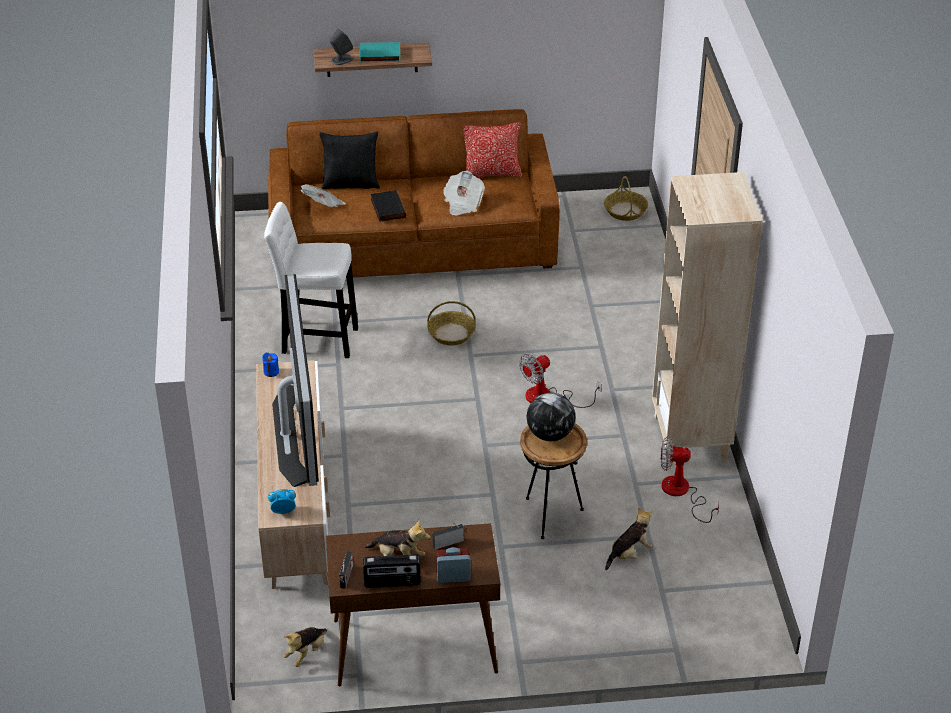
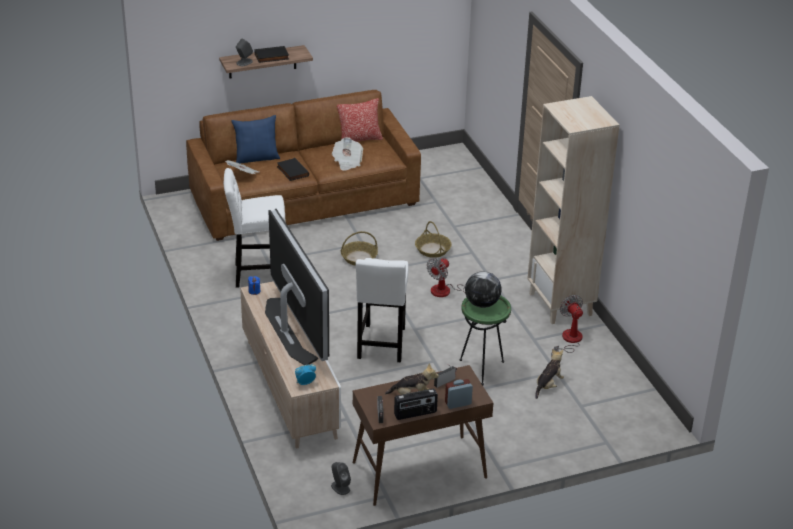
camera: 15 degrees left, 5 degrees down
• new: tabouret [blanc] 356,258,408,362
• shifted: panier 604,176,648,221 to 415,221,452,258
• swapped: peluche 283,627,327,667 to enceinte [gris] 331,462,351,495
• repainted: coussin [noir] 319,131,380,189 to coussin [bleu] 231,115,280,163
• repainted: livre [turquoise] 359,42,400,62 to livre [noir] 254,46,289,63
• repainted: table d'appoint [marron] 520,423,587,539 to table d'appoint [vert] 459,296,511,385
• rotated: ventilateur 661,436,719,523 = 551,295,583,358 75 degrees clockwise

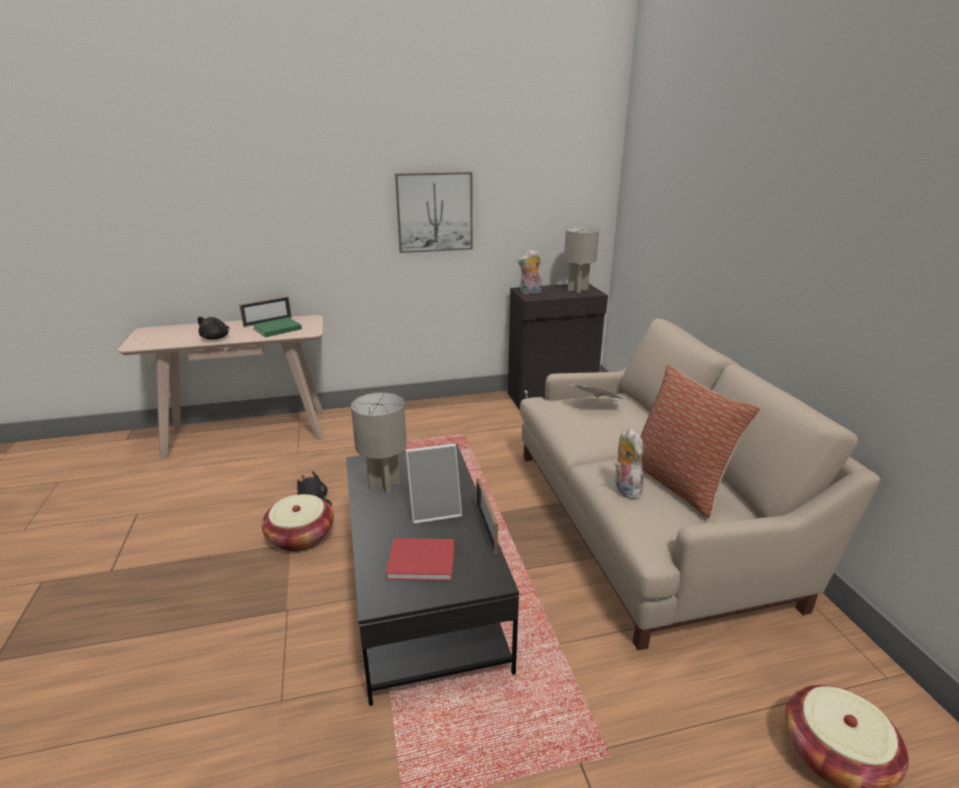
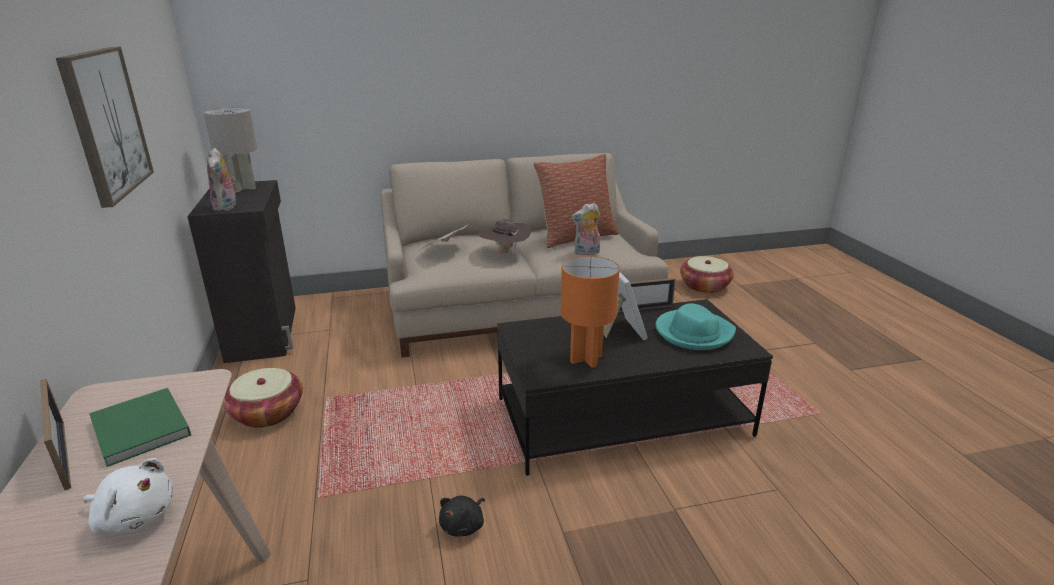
camera: 90 degrees left, 0 degrees up
• new: chapeau [marron] 477,219,532,254
• shifted: panier 261,494,334,552 to 223,368,303,428
• swapped: livre [rouge] 386,538,455,581 to chapeau [turquoise] 656,303,736,350
• repainted: peluche [noir] 198,317,230,340 to peluche [blanc] 83,458,173,535
• repainted: lampe de table [gris] 351,392,407,495 to lampe de table [orange] 560,256,620,368

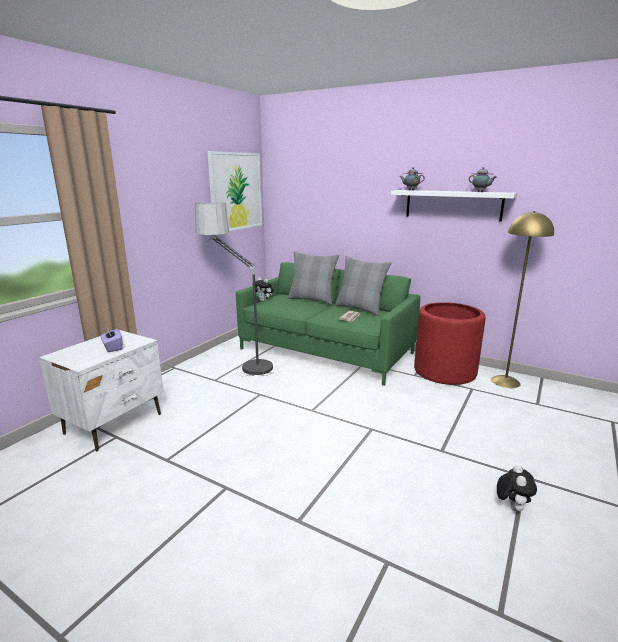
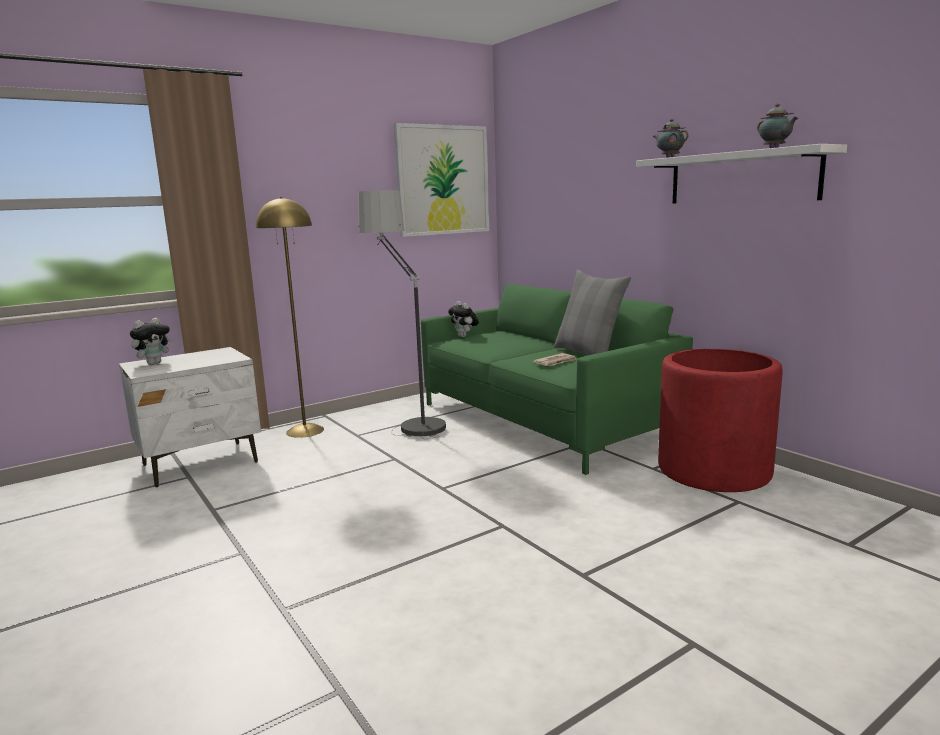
camera: 25 degrees right, 5 degrees down
• gone: boîte à mouchoirs [violet] 101,327,123,352
• gone: coussin [gris] 287,251,339,305
• shifted: lampadaire [jaune] 491,211,554,388 to 256,197,324,438
• shifted: peluche 497,465,537,511 to 130,318,174,365

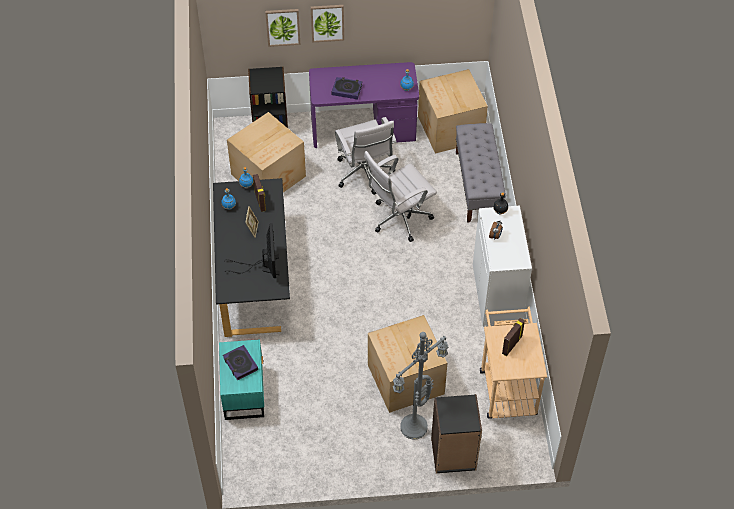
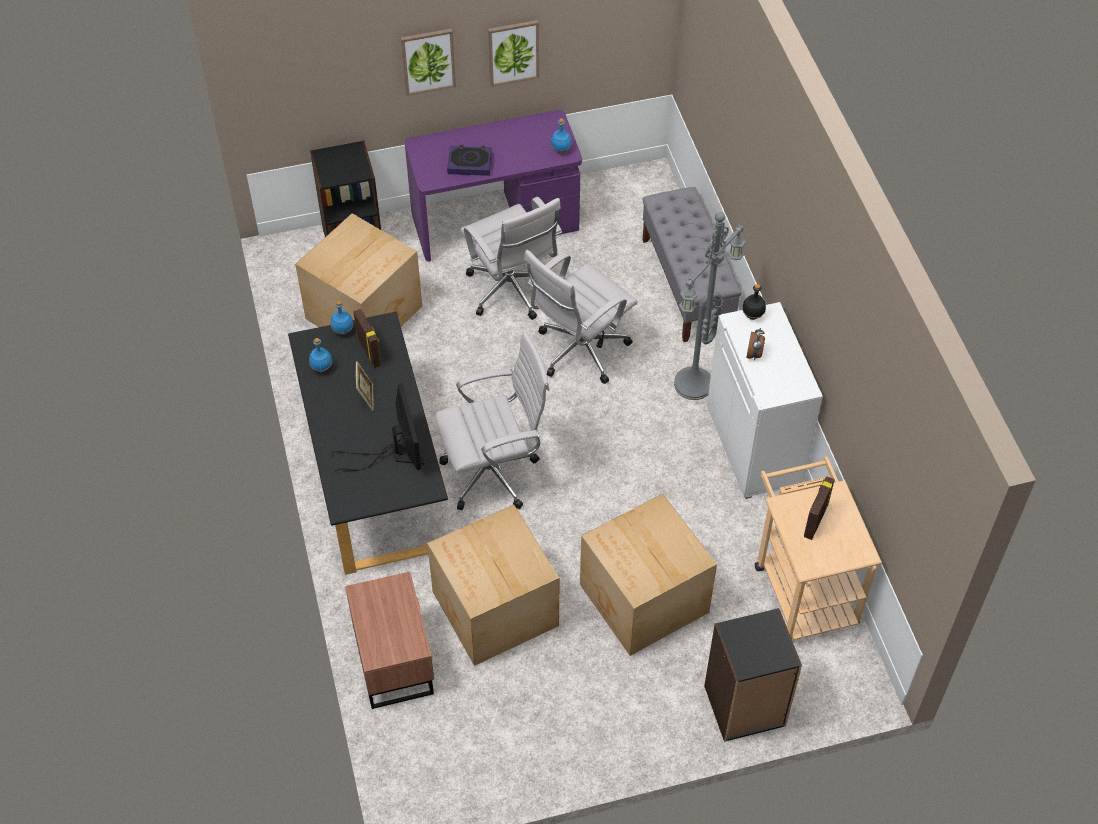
camera: 10 degrees left, 0 degrees up
• gone: livre 223,345,258,381
• new: chaise de bureau [blanc] 435,332,550,510
• shifted: tableau 265,9,300,47 to 488,20,539,87
• shifted: lampadaire [gris] 393,332,449,440 to 674,212,746,400
• shifted: carton 418,69,488,154 to 427,505,560,666
• repainted: table de chevet [turquoise] 219,340,264,420 to table de chevet [marron] 345,572,434,709

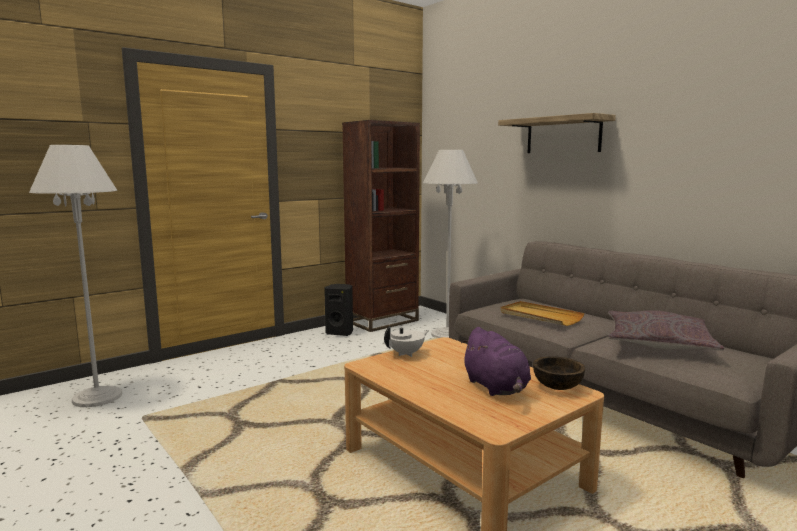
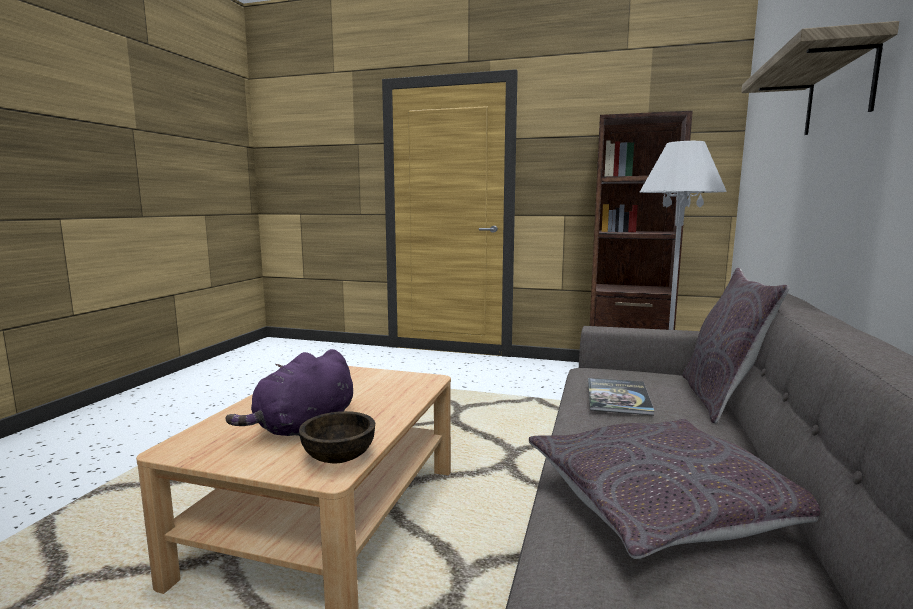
camera: 55 degrees right, 0 degrees up
• gone: lampadaire [blanc] 29,145,123,407
• gone: enceinte [noir] 324,284,353,336
• gone: théière [blanc] 384,326,429,357
• new: coussin [gris] 682,267,790,423
• swapped: plateau [beige] 500,301,584,326 to livre 588,378,655,415

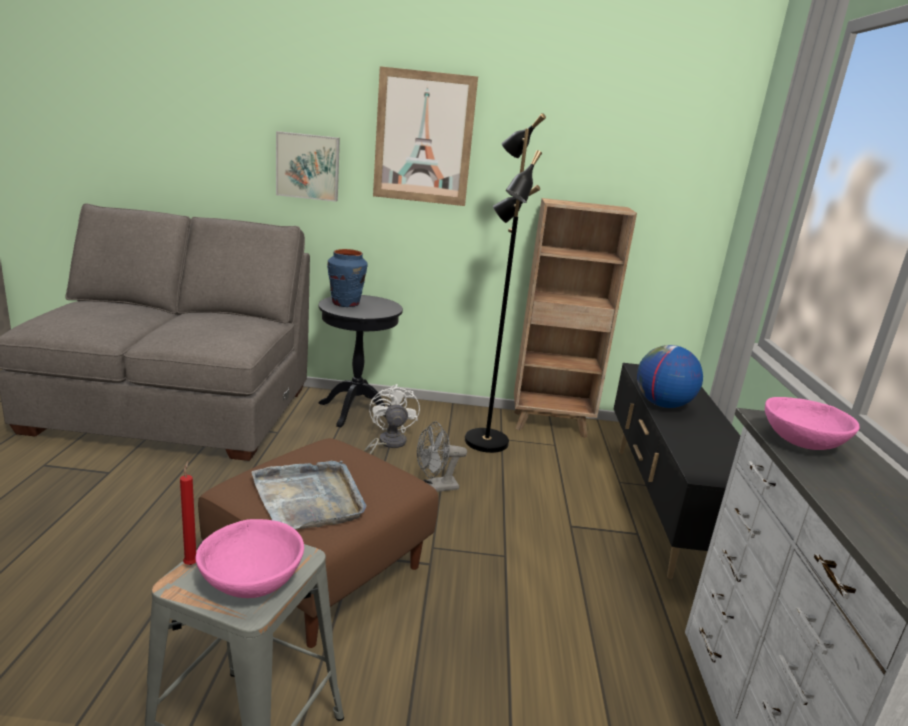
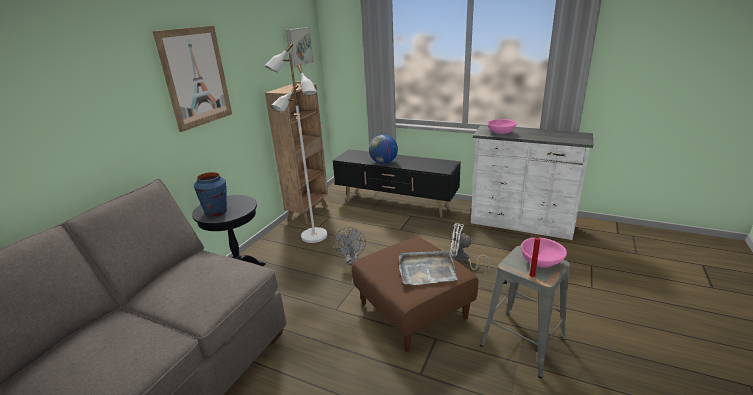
camera: 65 degrees left, 5 degrees up
• shifted: tableau 276,131,340,202 to 286,27,314,68
• shifted: ventilateur [blanc] 364,384,420,454 to 450,223,490,270
• repainted: lampadaire [noir] 465,113,546,453 to lampadaire [blanc] 264,42,327,243

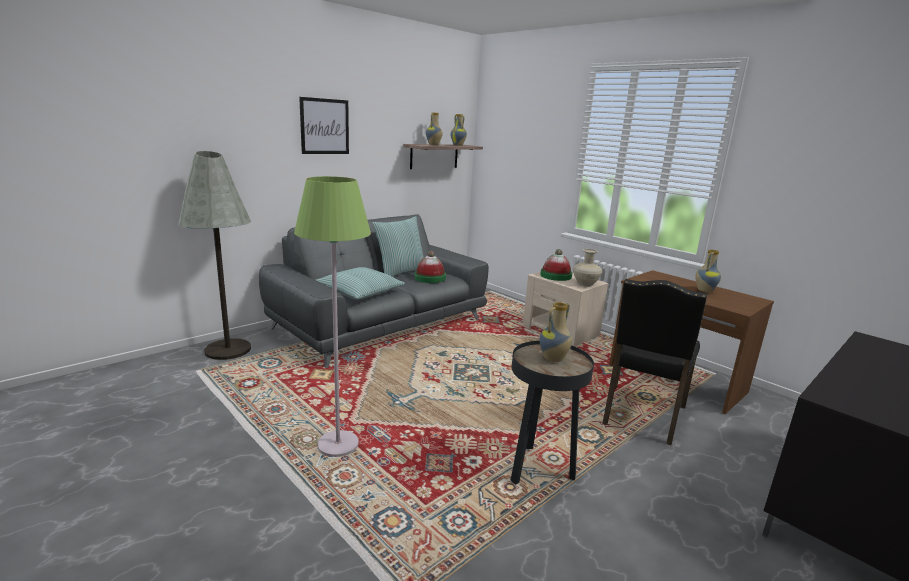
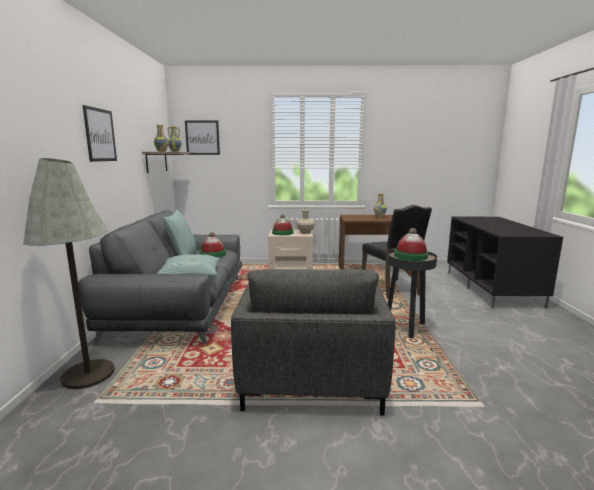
camera: 45 degrees left, 5 degrees down
• new: tableau 185,120,220,155
• swapped: lampadaire [vert] 294,176,371,457 to fauteuil [gris] 231,269,395,416
• swapped: vase 539,302,572,362 to chapeau 394,228,428,261

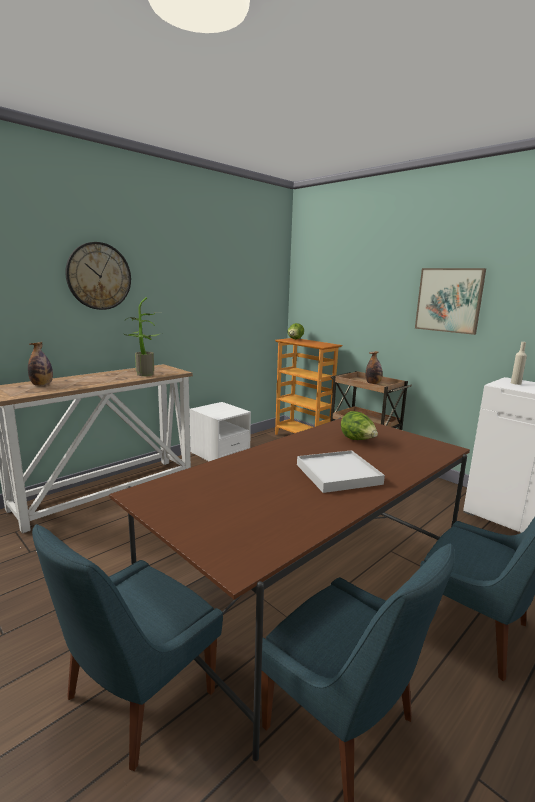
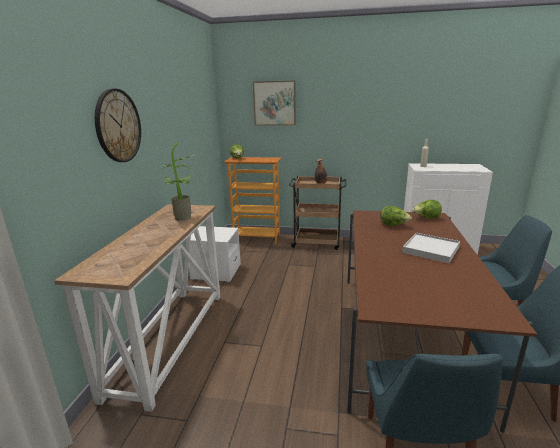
camera: 35 degrees left, 5 degrees up
• gone: bouteille 28,342,53,386
• new: laitue 412,200,442,219
• shifted: tableau 415,268,486,335 to 253,81,296,126

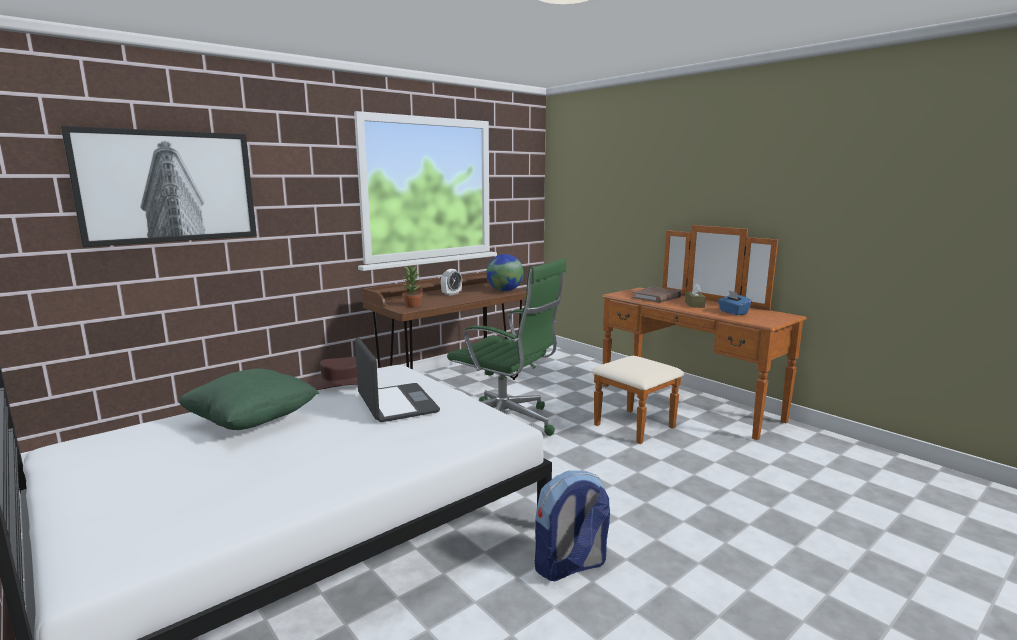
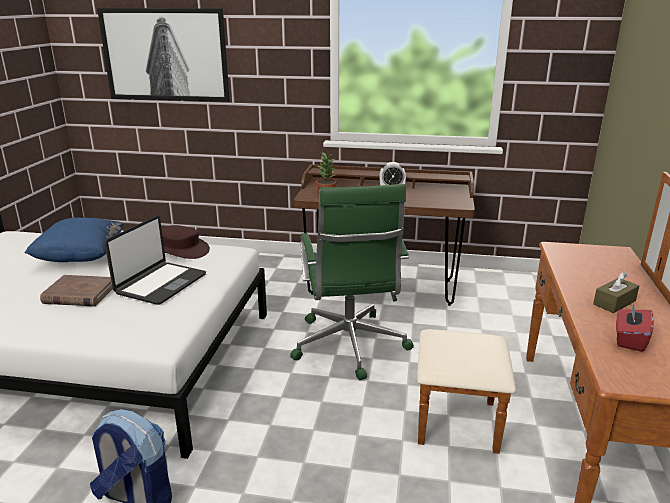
camera: 50 degrees right, 10 degrees up
• gone: globe 486,254,524,291
• shifted: livre [marron] 632,287,682,303 to 40,275,113,306
• repainted: coussin [vert] 179,368,319,430 to coussin [bleu] 25,218,125,262
• repainted: boîte à mouchoirs [bleu] 718,291,752,315 to boîte à mouchoirs [rouge] 616,302,653,352

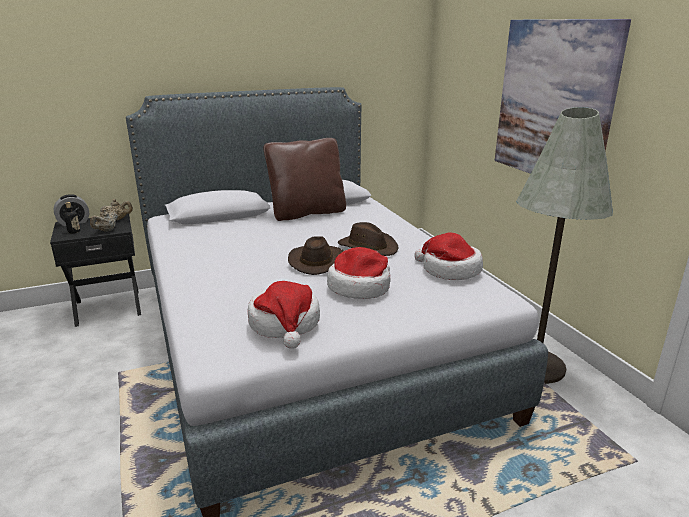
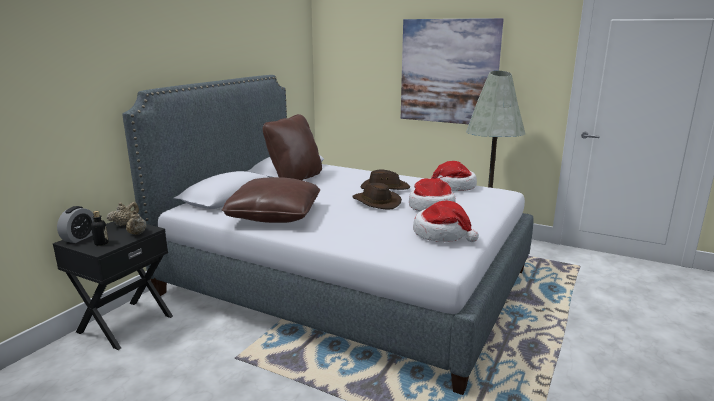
camera: 40 degrees left, 5 degrees down
• new: coussin [marron] 222,177,320,223

